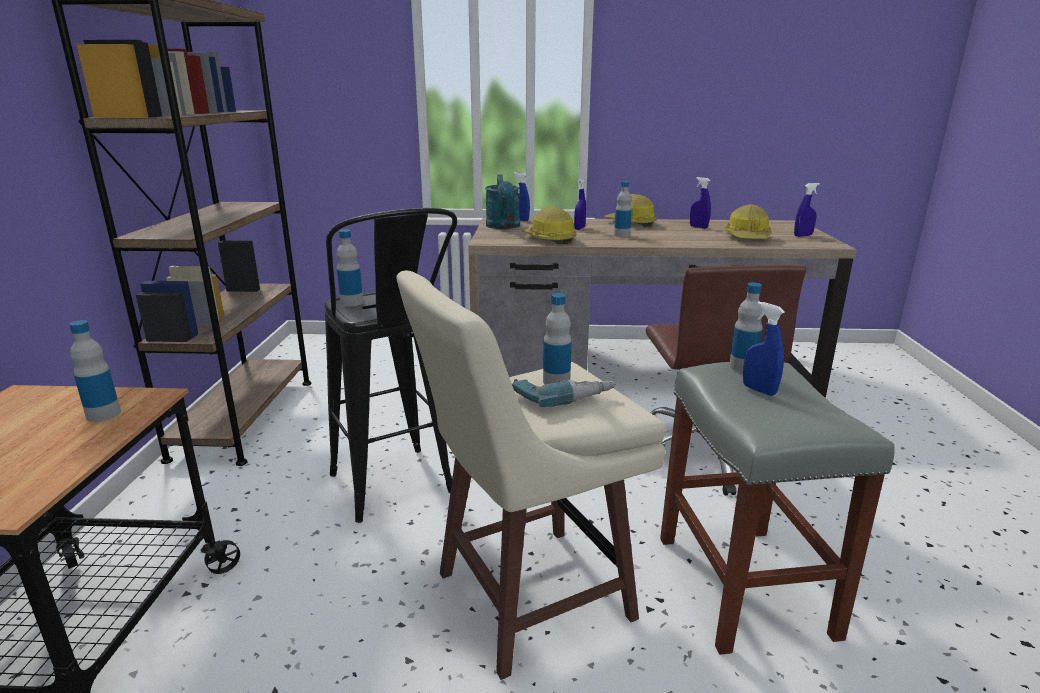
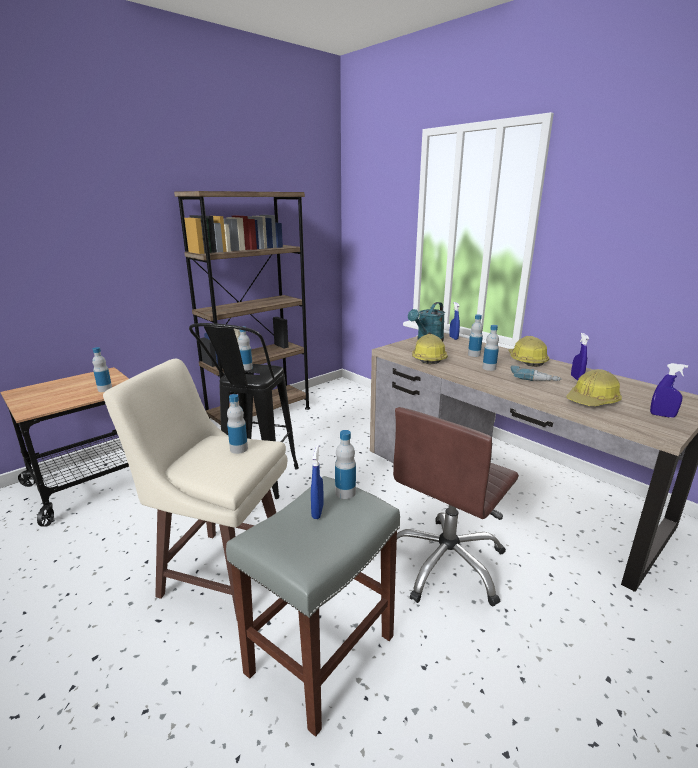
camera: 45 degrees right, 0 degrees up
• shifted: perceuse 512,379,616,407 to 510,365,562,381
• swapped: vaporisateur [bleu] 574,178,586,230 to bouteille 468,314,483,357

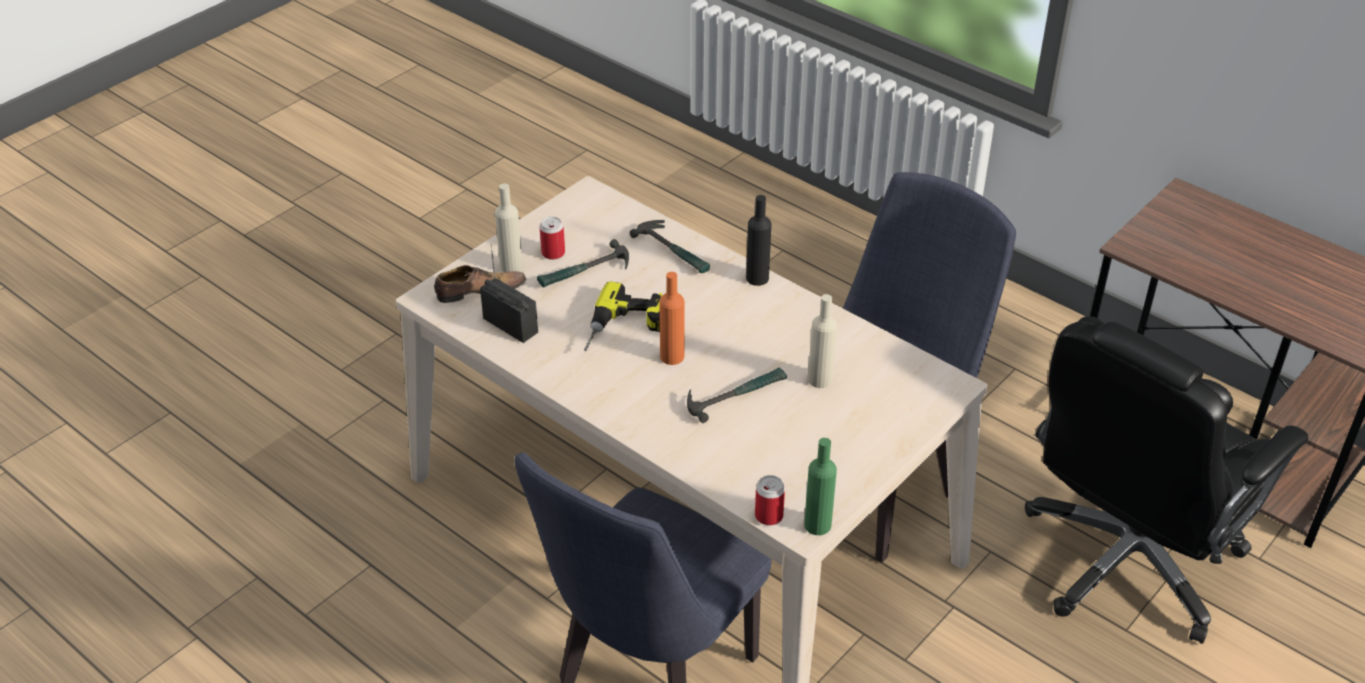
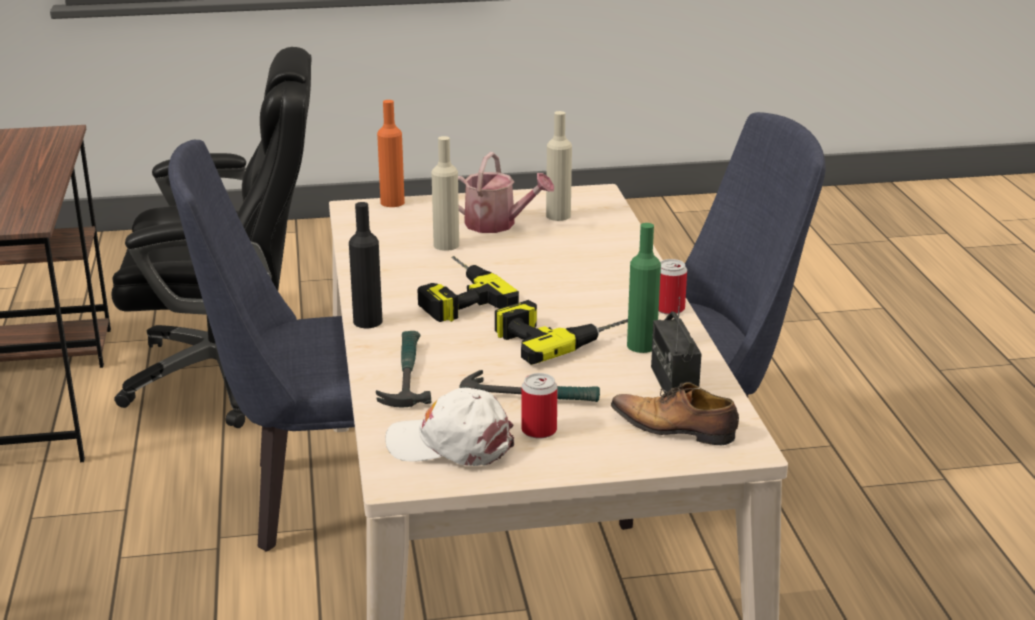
camera: 140 degrees left, 15 degrees down
• gone: marteau 687,367,787,423
• new: casquette [blanc] 385,388,514,466
• new: perceuse 418,256,519,322
• new: arrosoir 458,152,554,233
• shifted: bouteille [beige] 495,183,523,272 to 546,111,572,221
• shifted: bouteille [orange] 659,272,684,365 to 377,100,405,207
• shifted: boîte métallique 755,475,785,525 to 659,259,687,315
• shifted: bouteille [vert] 804,438,837,535 to 627,223,661,353

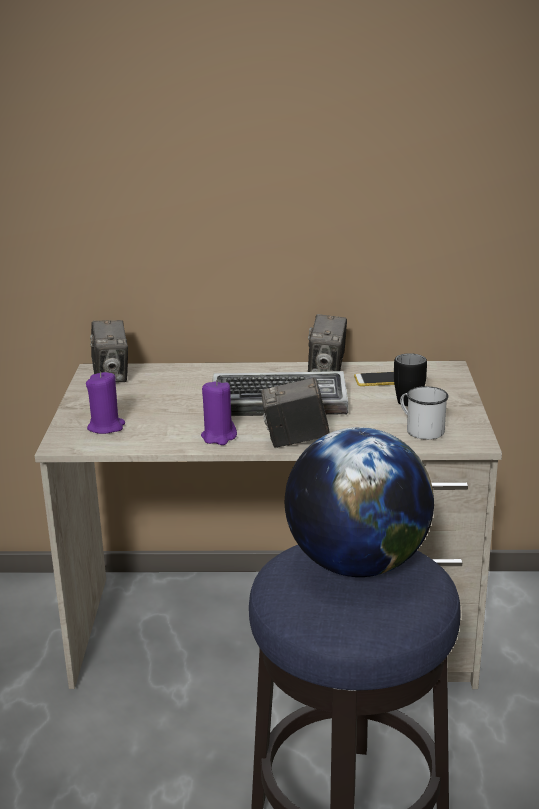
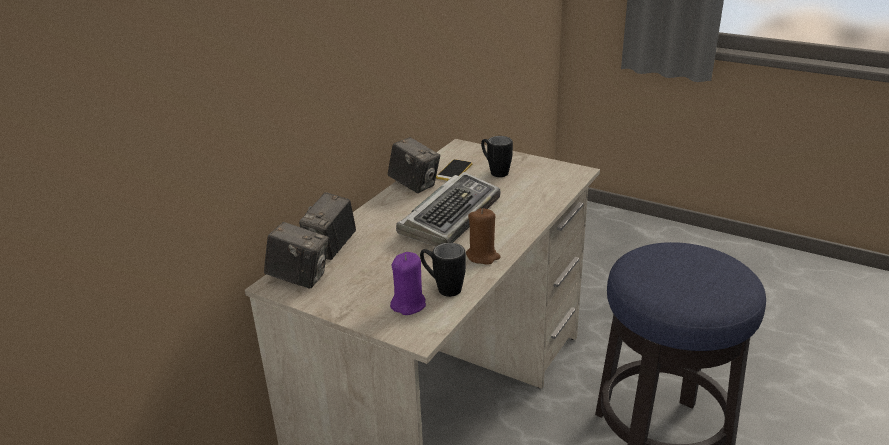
camera: 60 degrees left, 5 degrees up
• gone: globe 285,427,434,577
• gone: mug [blanc] 400,386,449,440
• new: mug [noir] 420,243,466,297
• shifted: appareil photo 261,377,329,448 to 299,192,356,260
• repainted: bougie [violet] 201,380,237,445 to bougie [marron] 466,208,500,265

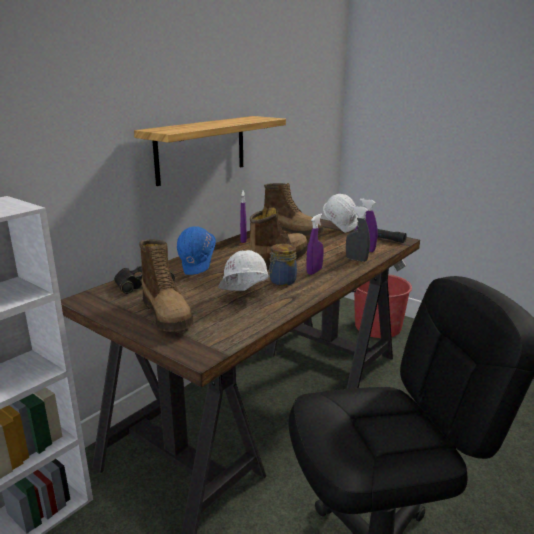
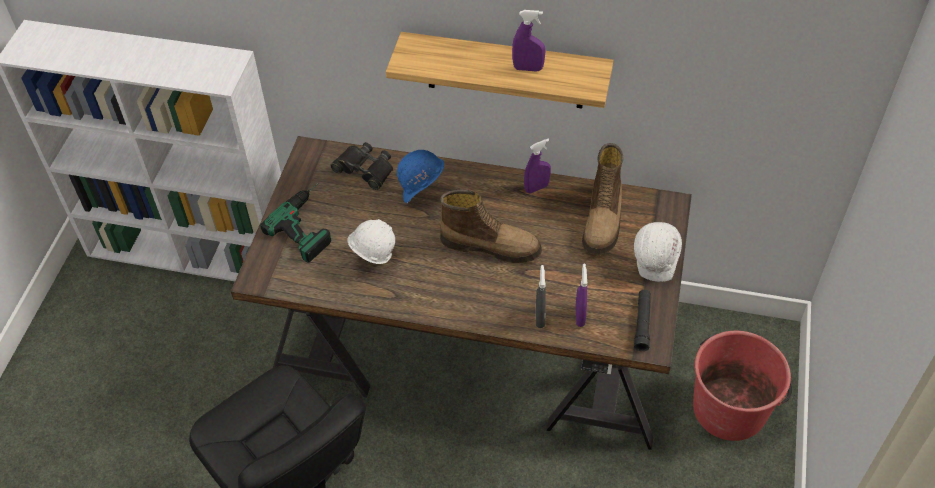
camera: 65 degrees right, 30 degrees up
• gone: bocal 269,244,297,286
• shifted: vaporisateur [violet] 306,214,324,275 to 512,10,545,72
• swapped: botte 139,239,194,332 to perceuse 260,183,331,263

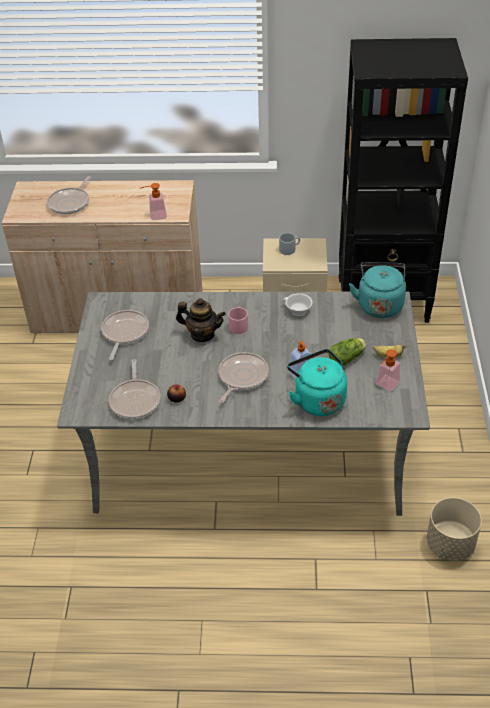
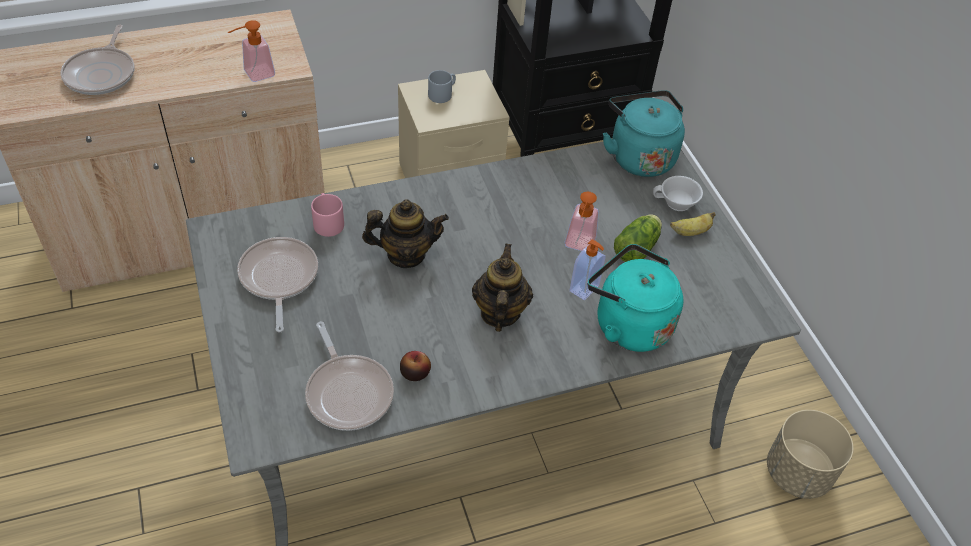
camera: 25 degrees left, 5 degrees up
• shifted: mug [rose] 228,307,248,334 to 311,193,344,237
• shifted: tasse [blanc] 283,293,312,316 to 653,176,703,211
• shifted: distributeur de savon 376,349,400,391 to 564,191,599,251
• swapped: poêle 219,352,269,403 to théière 472,244,533,332

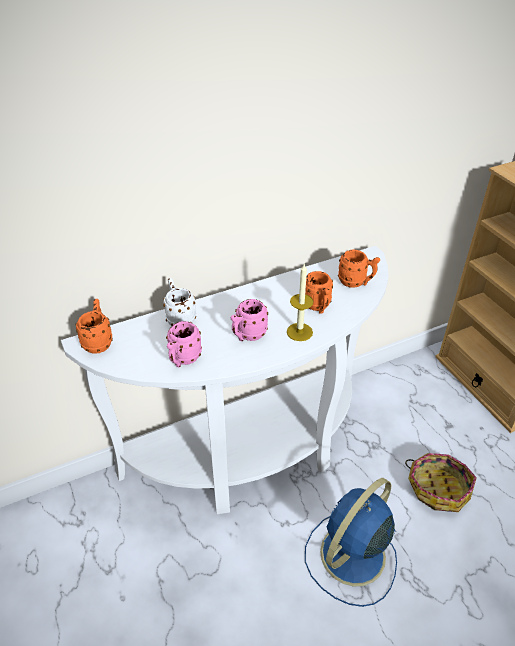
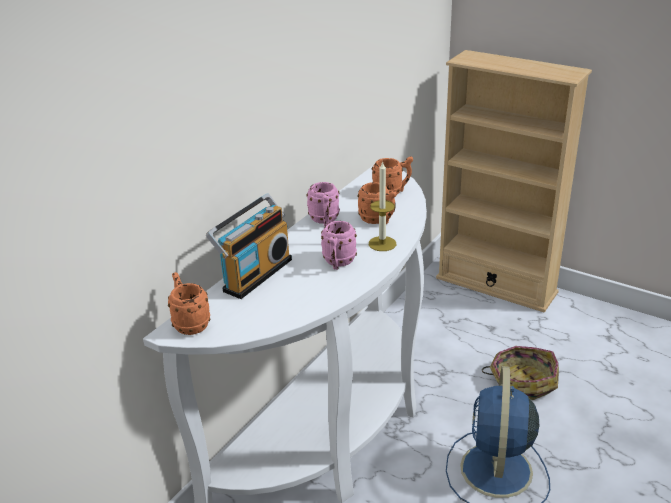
camera: 30 degrees left, 10 degrees down
• shifted: mug [rose] 166,321,202,368 to 306,182,340,226
• swapped: mug [blanc] 163,278,196,326 to radio 206,193,292,299

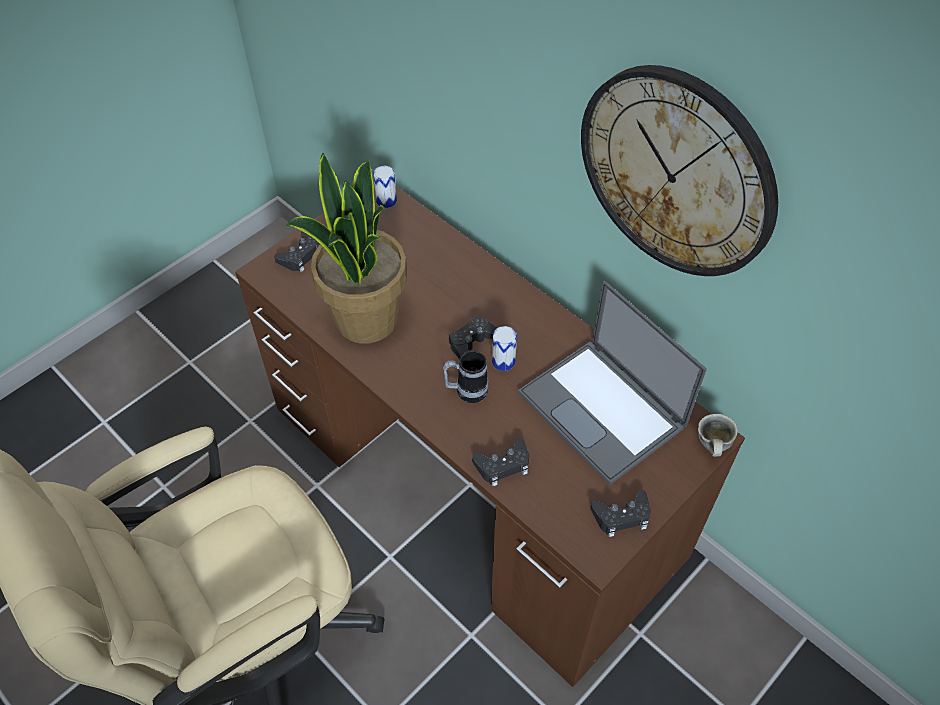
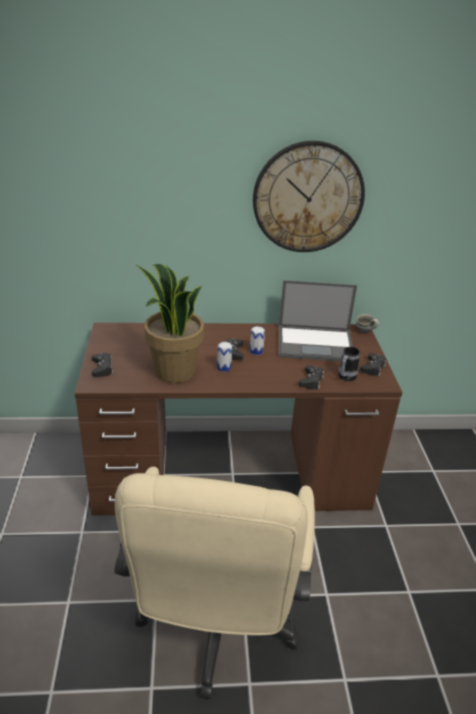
camera: 50 degrees left, 20 degrees down
• shifted: boîte métallique 373,166,397,208 to 217,342,232,372
• shifted: mug 443,350,488,403 to 338,347,360,381

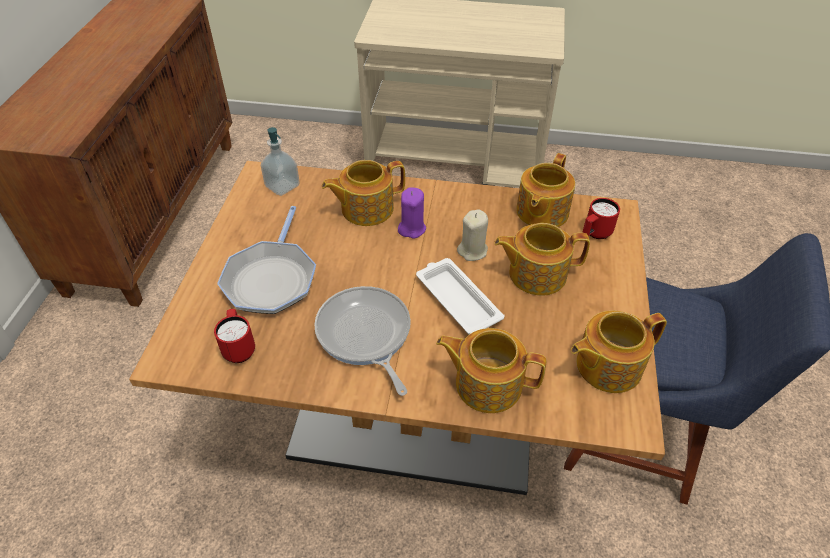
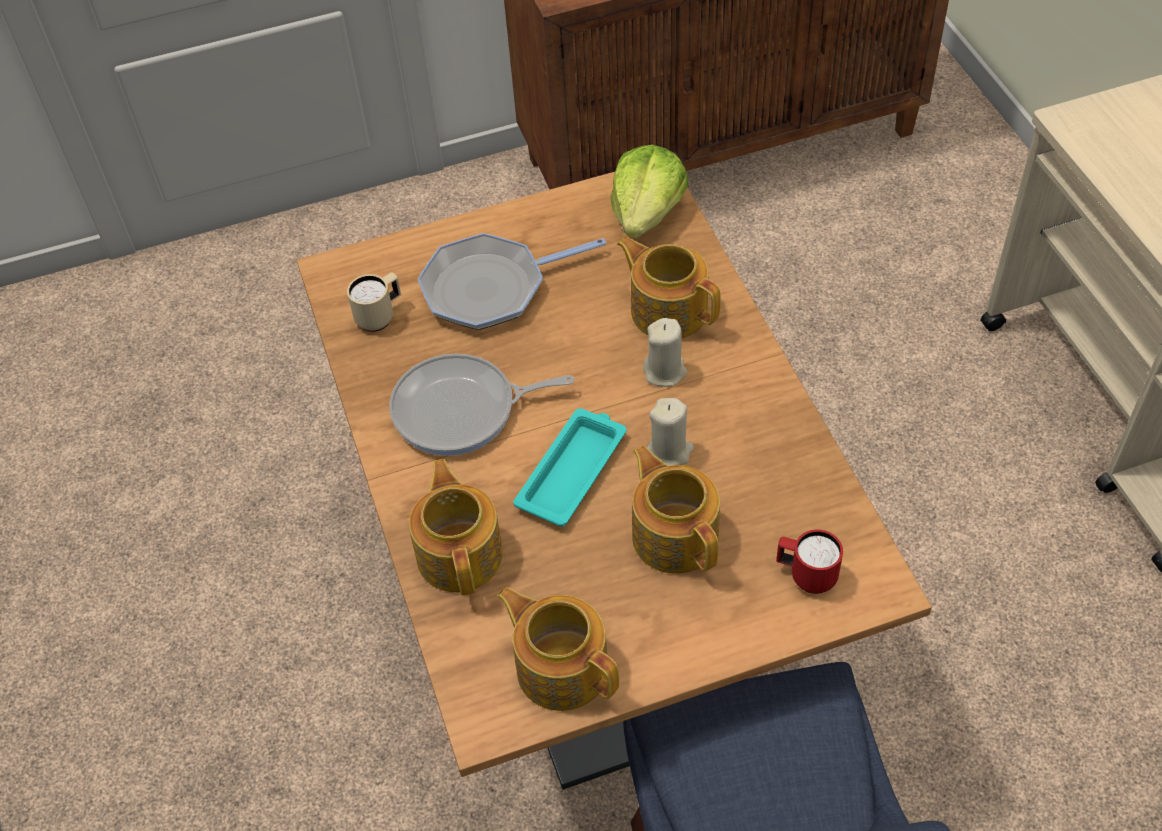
camera: 65 degrees right, 5 degrees up
• gone: théière 516,153,575,227
• swapped: distributeur de savon 261,127,300,196 to laitue 610,145,688,238
• repainted: mug [rouge] 214,309,255,363 to mug [beige] 347,272,401,332
• repainted: bougie [violet] 398,187,426,239 to bougie [beige] 643,318,687,387
• repainted: plateau [blanc] 416,258,504,335 to plateau [turquoise] 513,408,626,526
• rotated: poêle 314,286,411,396 = 389,354,574,456 135 degrees counterclockwise

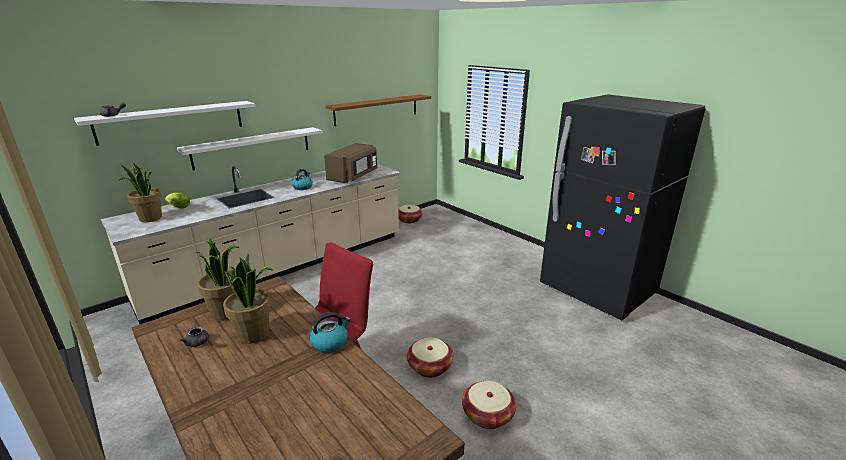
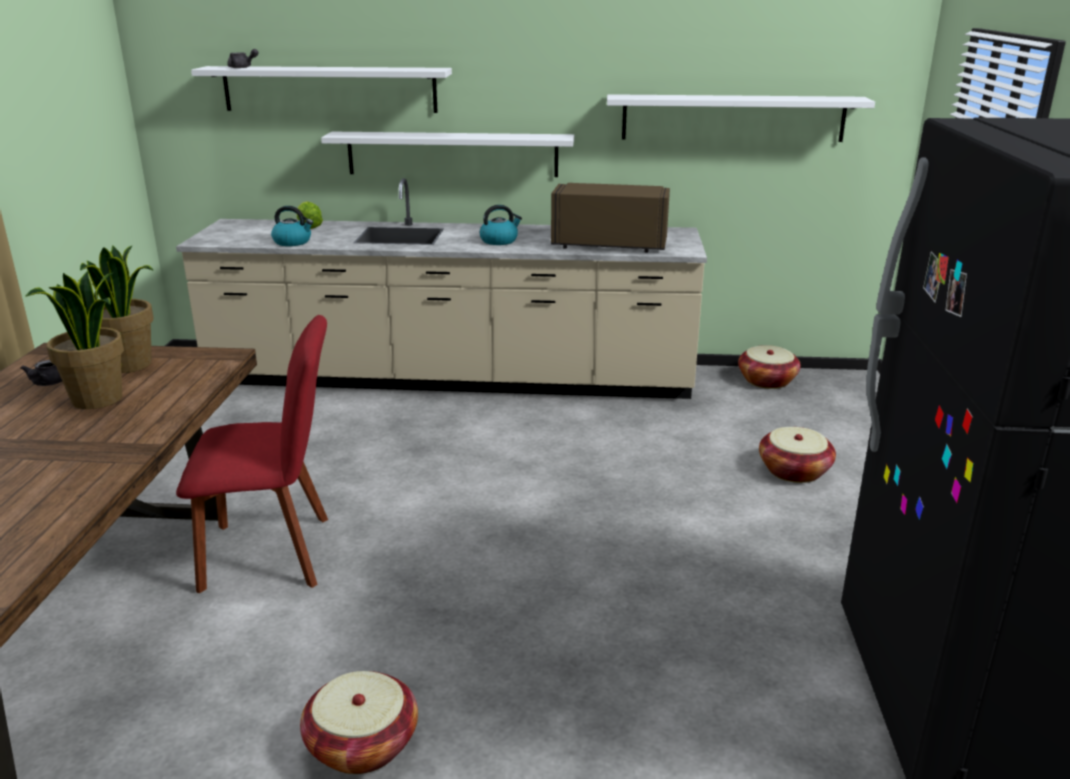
camera: 45 degrees right, 0 degrees up
• gone: plante en pot 119,163,162,222
• shifted: bouilloire 310,312,351,353 to 271,206,313,246
• shifted: panier 407,337,454,378 to 759,427,836,483
• repainted: étagère [marron] 326,94,431,126 to étagère [blanc] 607,94,875,142
• rotated: micro-ondes [marron] 324,143,377,183 = 551,183,670,253 150 degrees counterclockwise

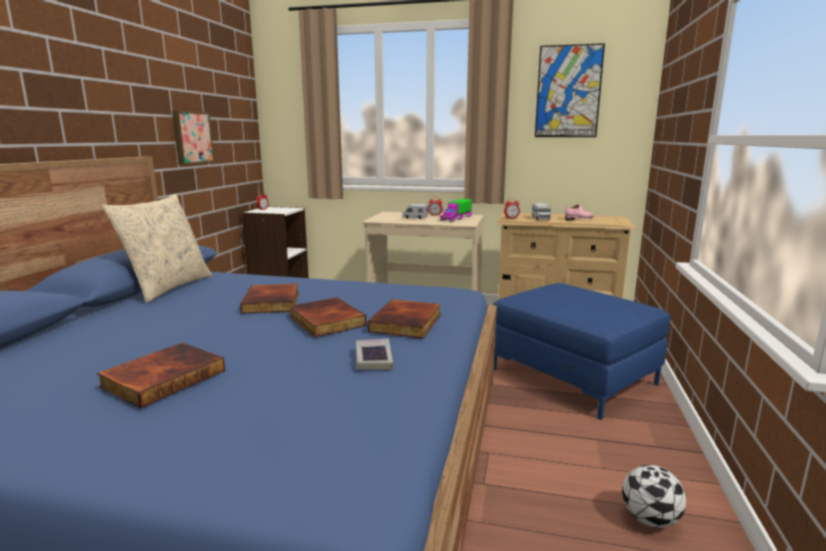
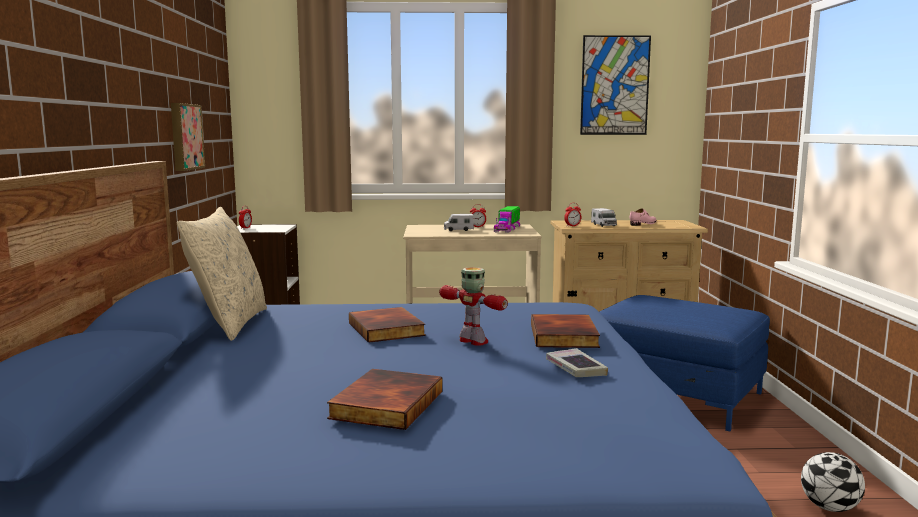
camera: 15 degrees left, 5 degrees down
• swapped: livre 289,298,367,337 to robot jouet 439,267,508,346

